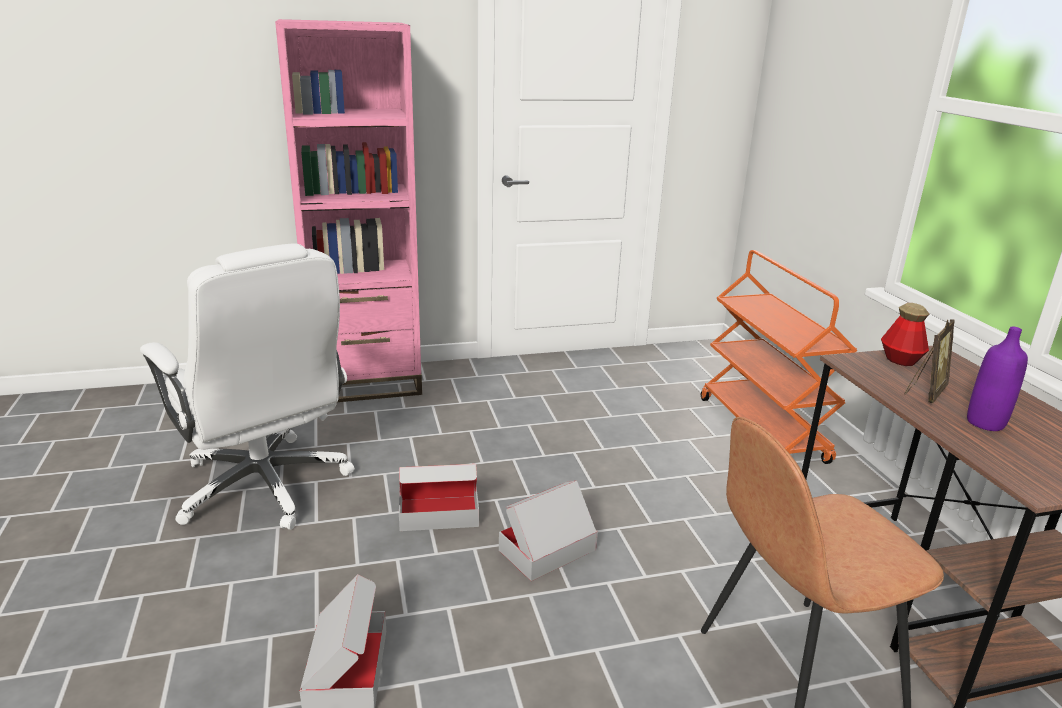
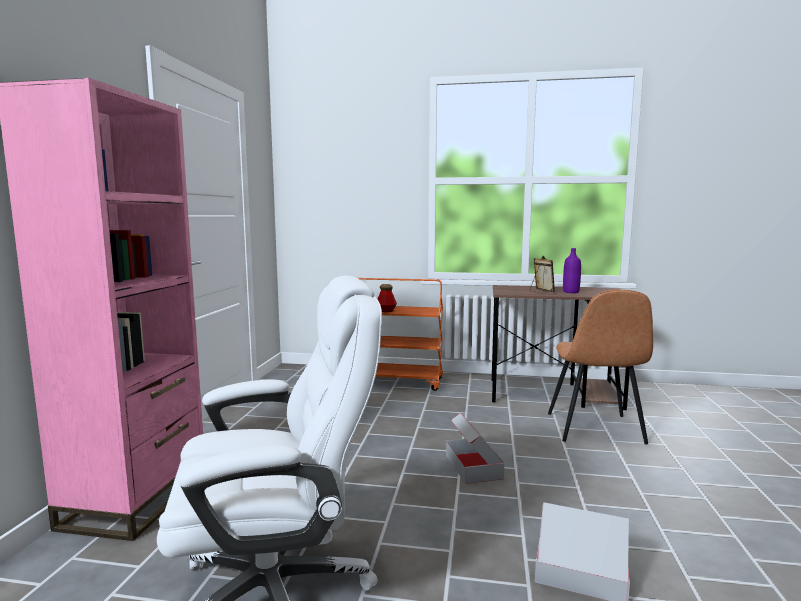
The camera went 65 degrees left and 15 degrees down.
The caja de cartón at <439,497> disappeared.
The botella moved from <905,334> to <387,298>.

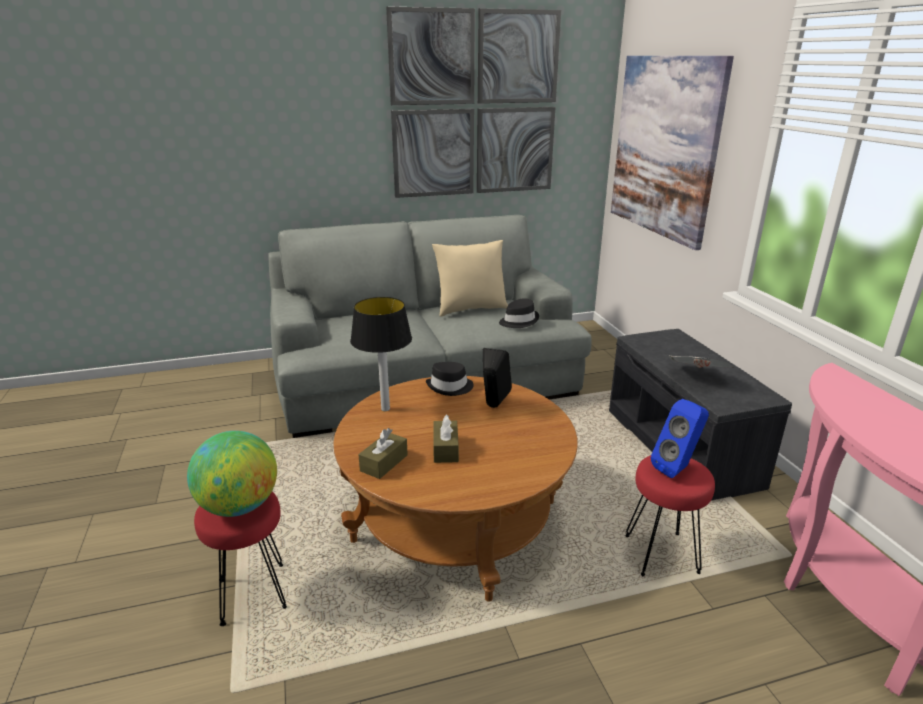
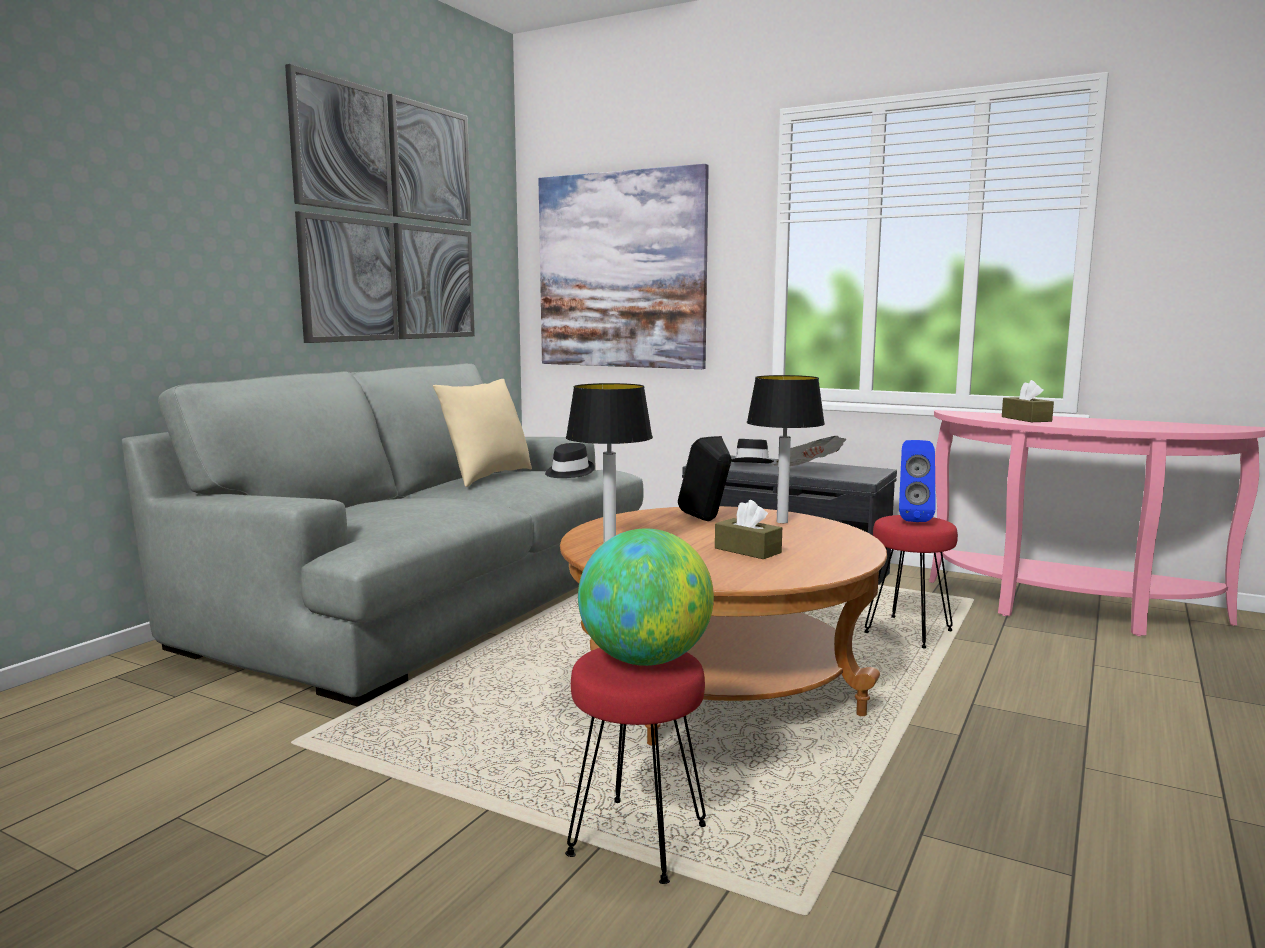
The camera went 45 degrees left and 15 degrees down.
The lámpara de mesa at <786,449> appeared.
The caja de pañuelos/marrón moved from <383,453> to <1028,401>.
The sombrero/negro moved from <450,379> to <752,451>.

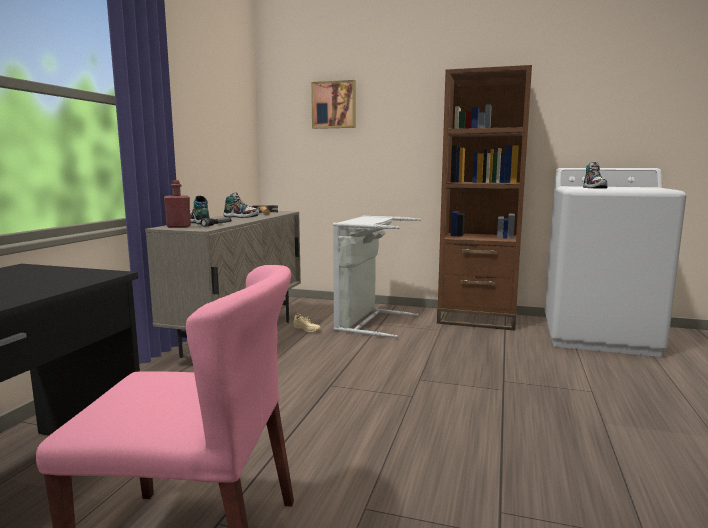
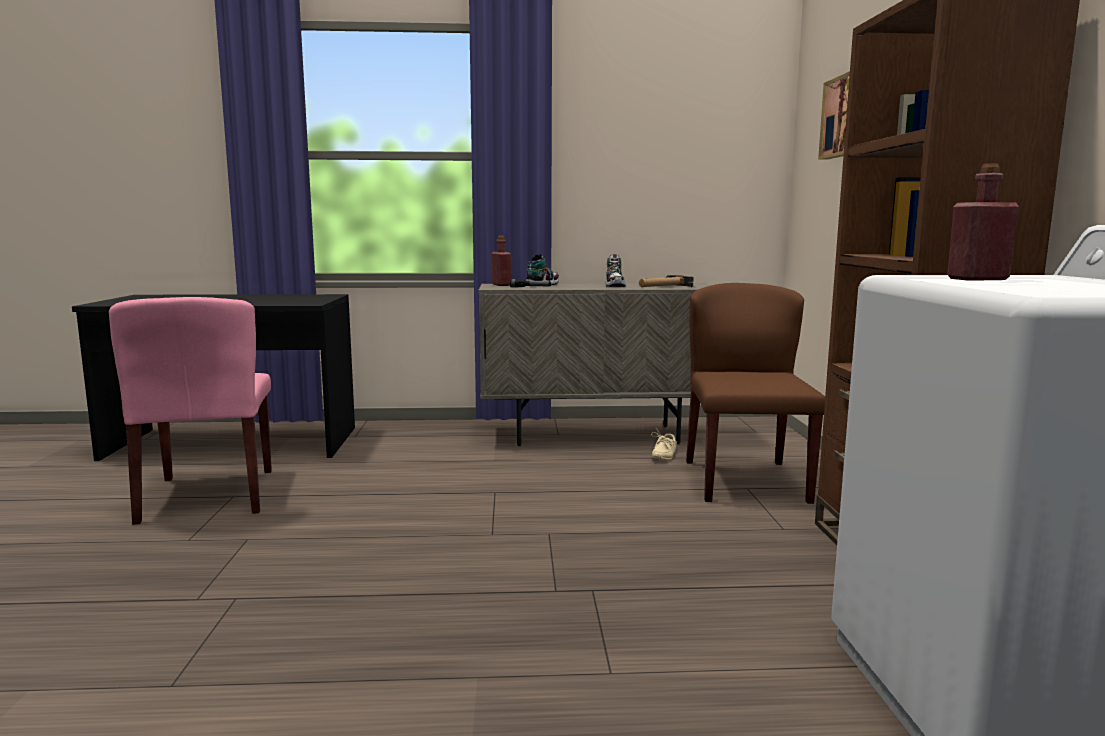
The camera went 70 degrees right and 0 degrees up.
The cesto de la ropa/gris at <377,277> was replaced by the silla/marrón at <755,393>.
The zapato at <595,175> was replaced by the botella/rojo at <983,222>.

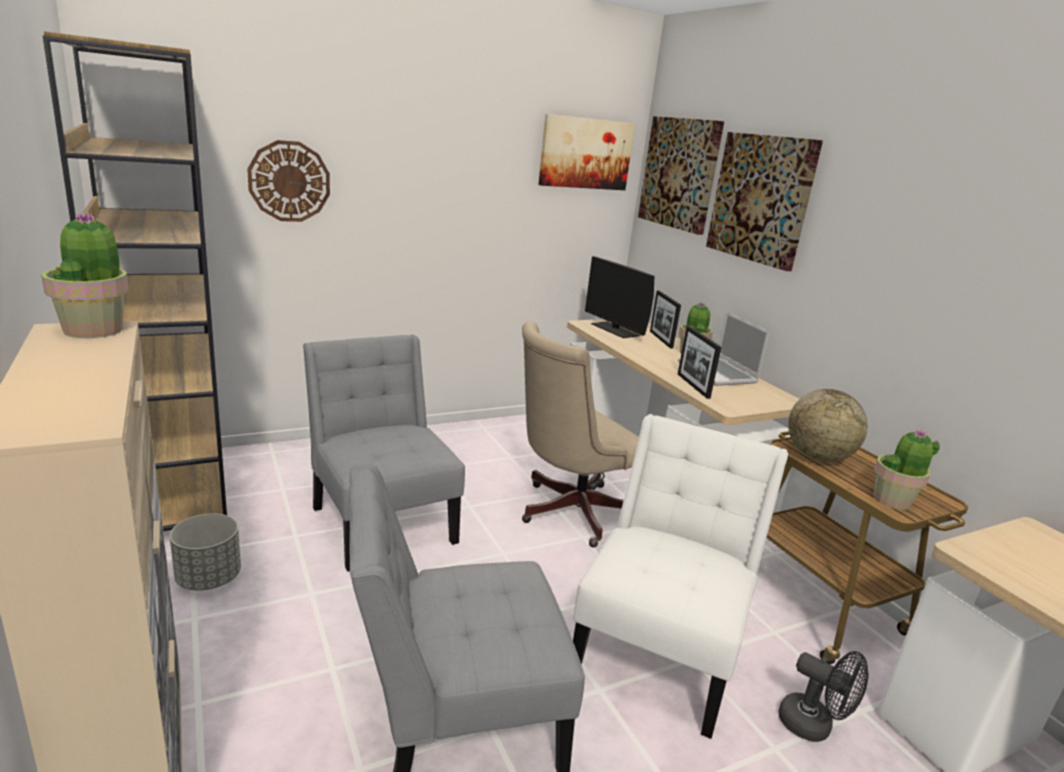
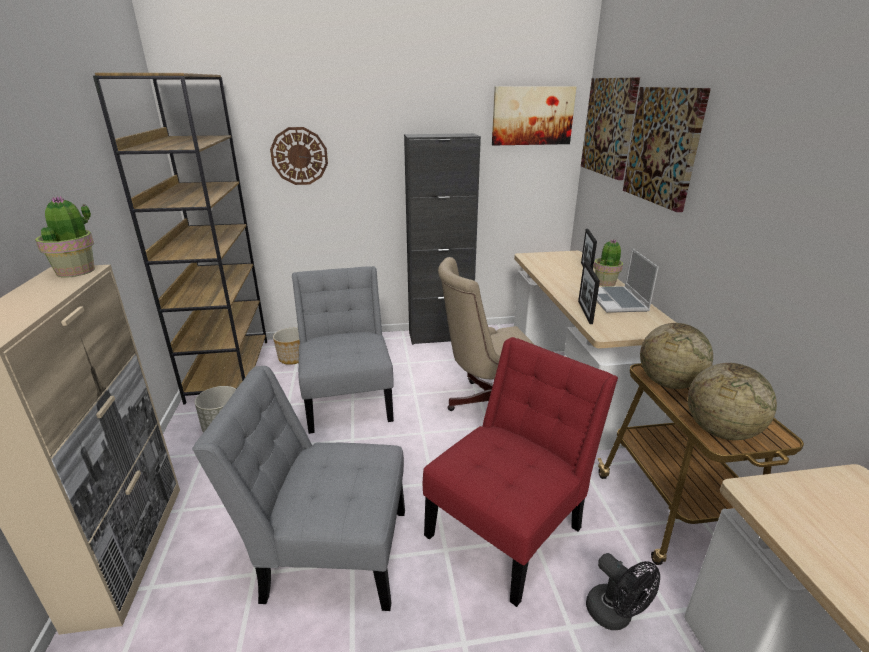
The camera went 20 degrees right and 5 degrees up.
The monitor at <619,297> disappeared.
The maceta at <286,346> appeared.
The armario/negro at <442,239> appeared.
The planta en maceta at <906,469> was replaced by the globo terráqueo at <732,401>.
The silla/blanco at <680,576> became the silla/rojo at <520,472>.

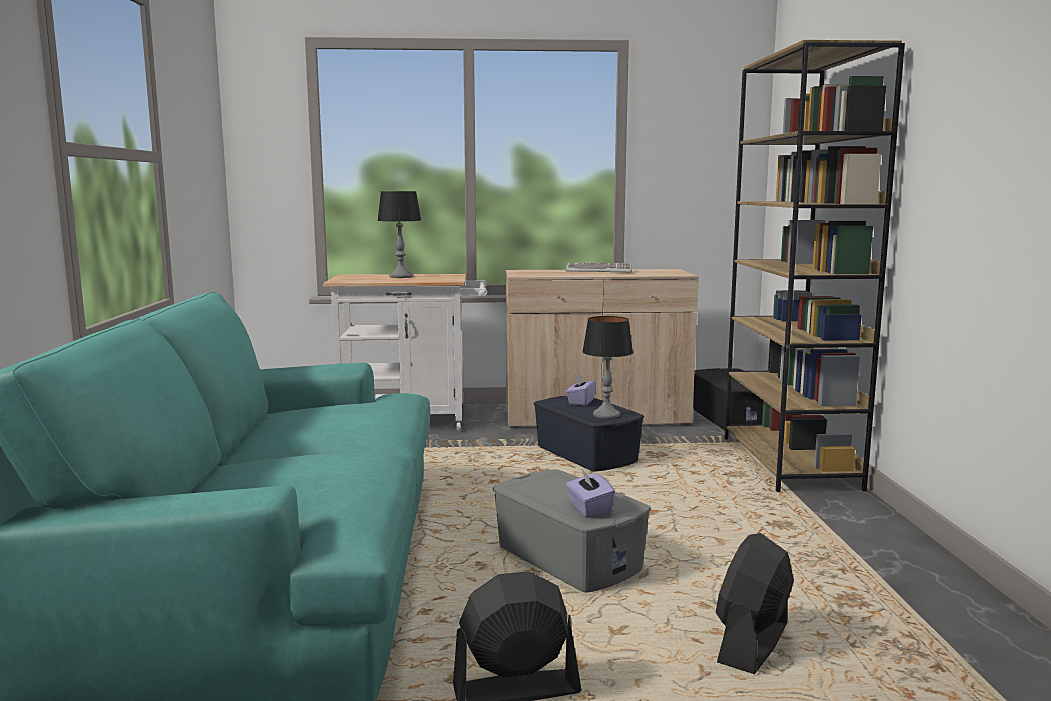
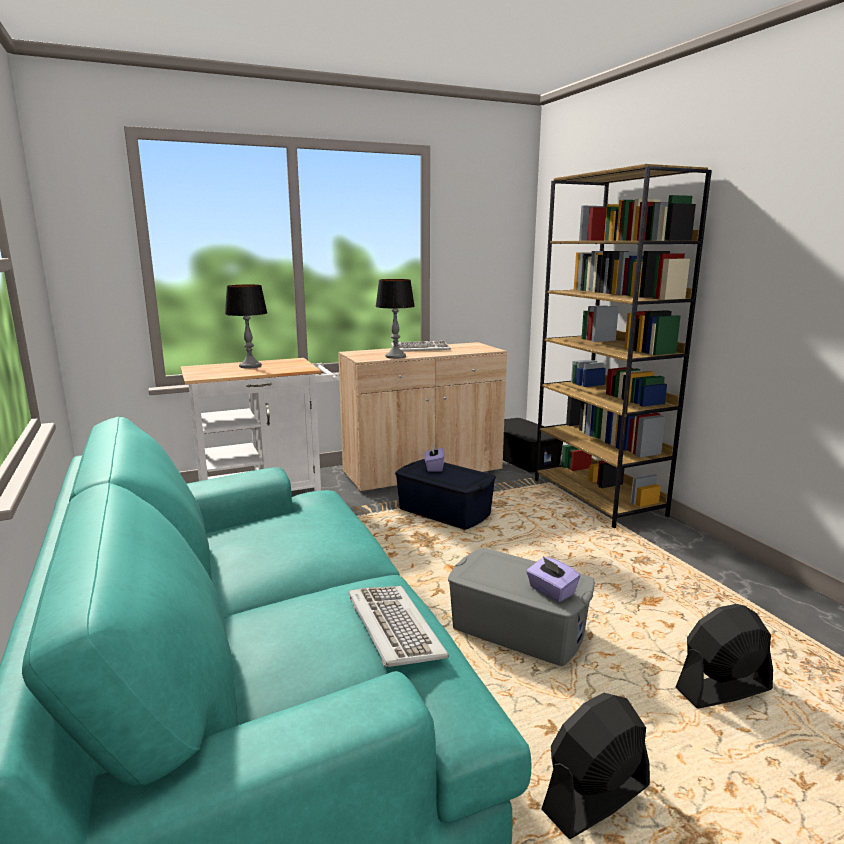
The camera went 20 degrees left and 5 degrees up.
The teclado at <398,626> appeared.
The lámpara de mesa moved from <607,367> to <395,319>.
The ventilador/negro at <755,603> turned 60 degrees clockwise.

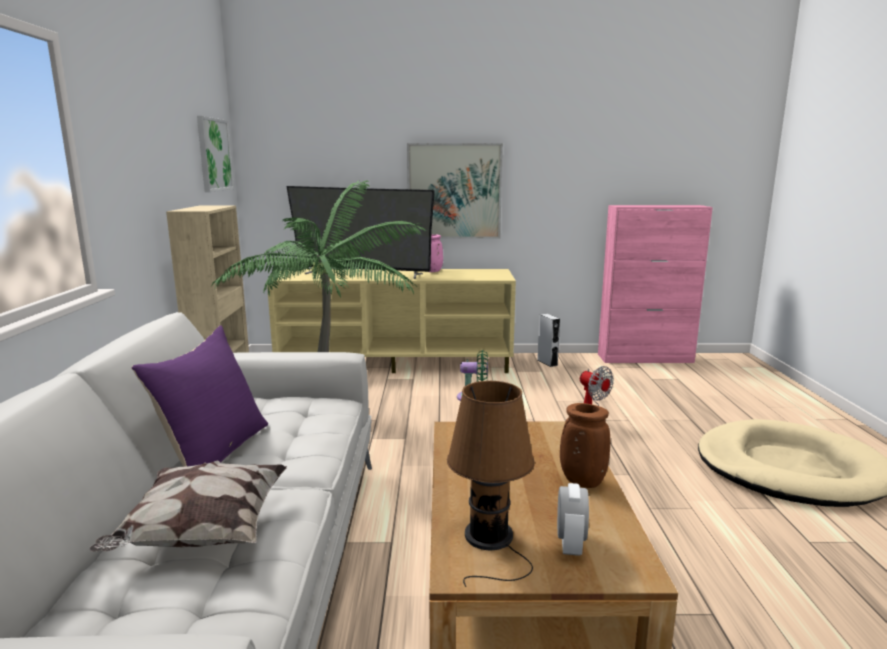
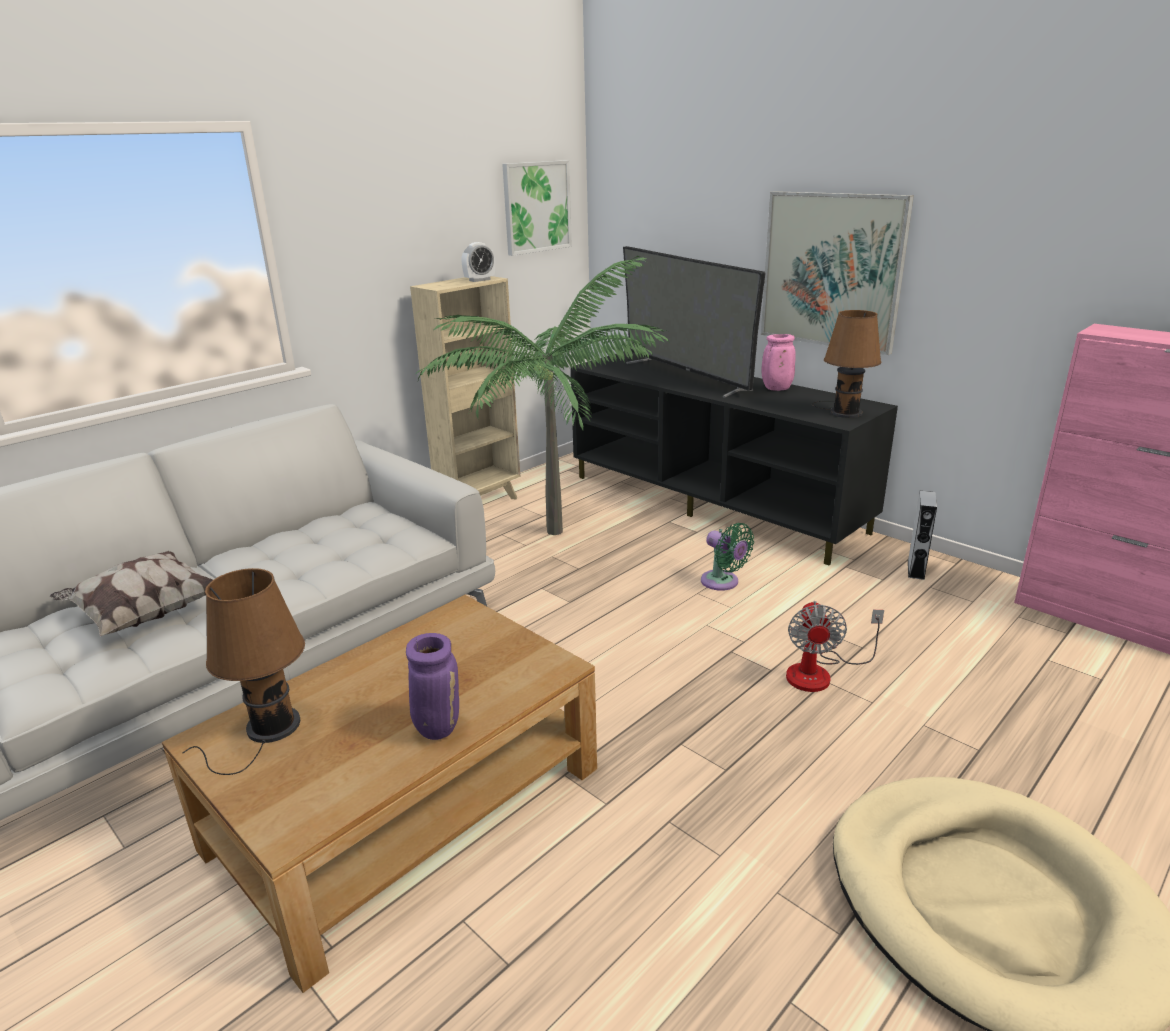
The camera went 45 degrees right and 10 degrees up.
The cojín/morado at <199,396> disappeared.
The lámpara de mesa/marrón at <846,364> appeared.
The despertador moved from <573,519> to <478,262>.
The mueble de televisión/beis at <391,321> became the mueble de televisión/negro at <734,458>.
The florero/marrón at <585,445> became the florero/morado at <432,686>.

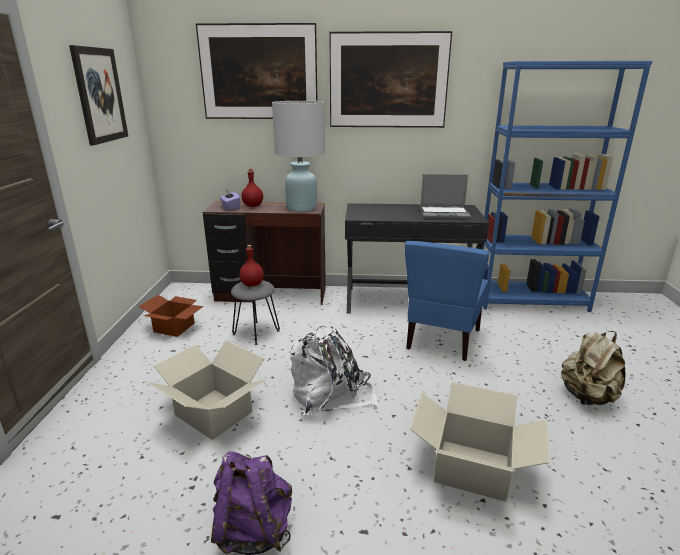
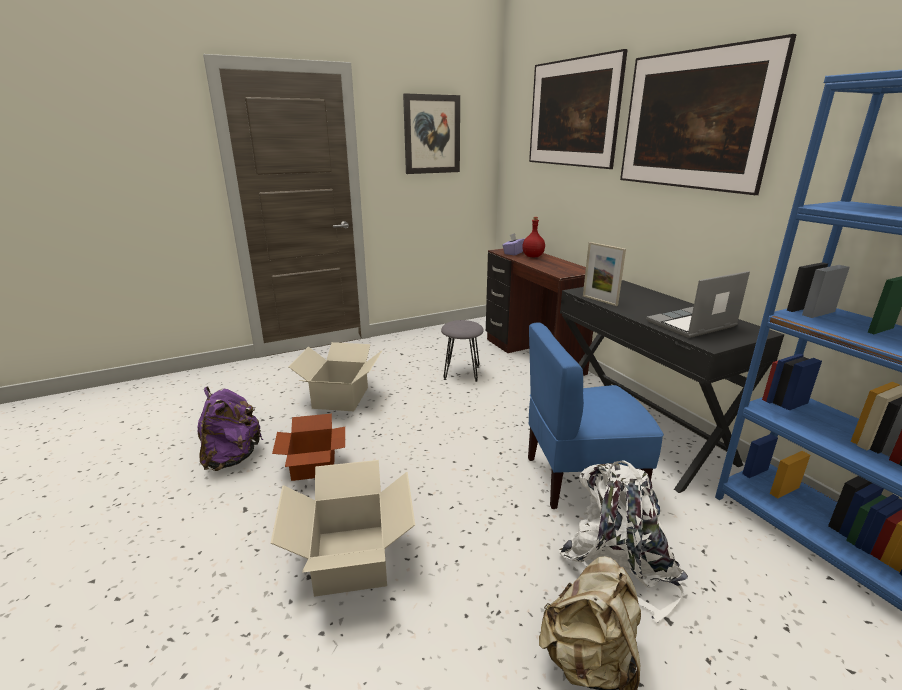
The camera went 60 degrees right and 0 degrees up.
The botella/rojo at <251,266> disappeared.
The lámpara de mesa/blanco at <298,156> disappeared.
The portarretratos at <604,274> appeared.
The caja de cartón moved from <171,316> to <308,447>.
The mochila/blanco moved from <334,370> to <623,541>.
The portátil at <445,196> turned 90 degrees clockwise.

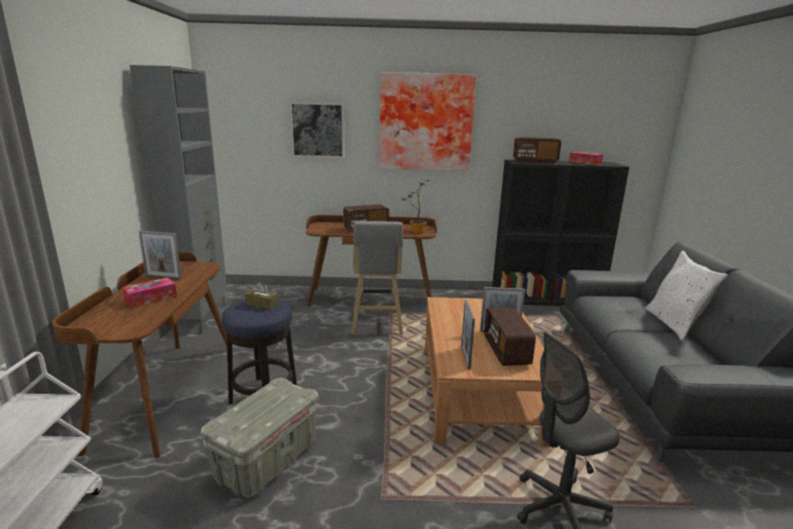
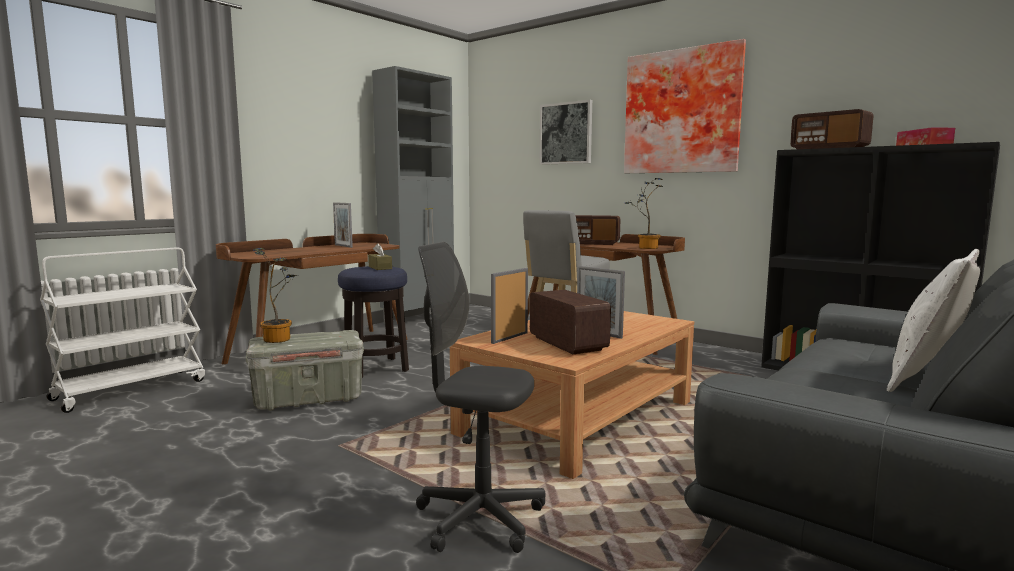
The camera went 40 degrees right and 10 degrees down.
The caja de pañuelos at <149,292> disappeared.
The planta en maceta at <276,295> appeared.
The radio at <510,336> turned 120 degrees clockwise.

